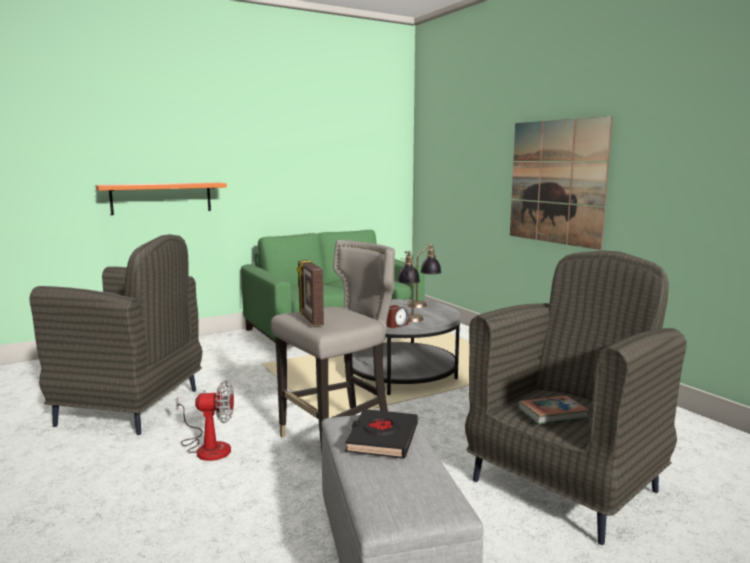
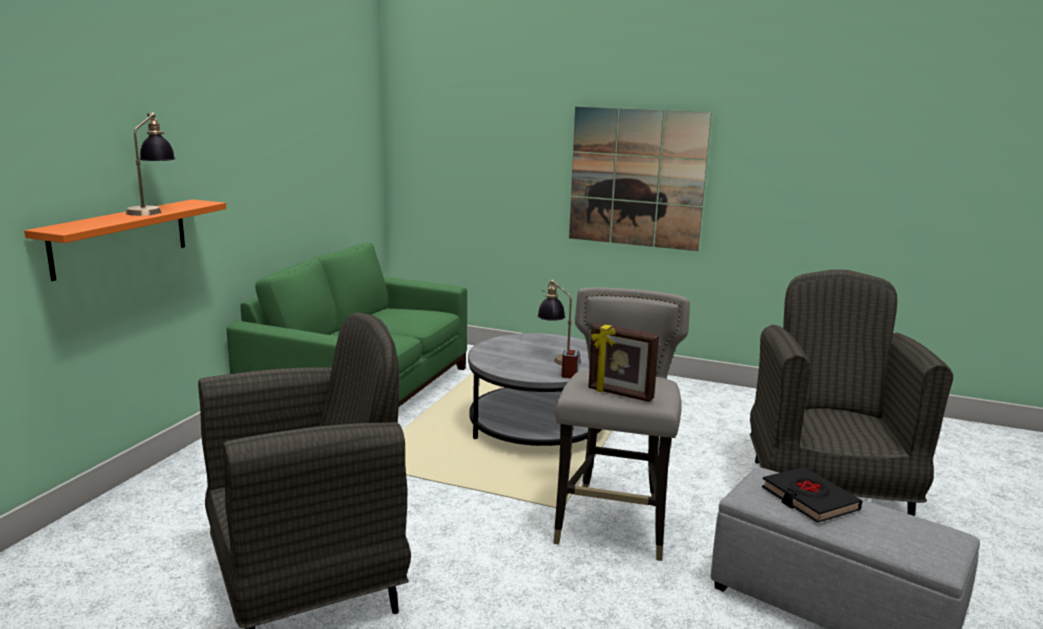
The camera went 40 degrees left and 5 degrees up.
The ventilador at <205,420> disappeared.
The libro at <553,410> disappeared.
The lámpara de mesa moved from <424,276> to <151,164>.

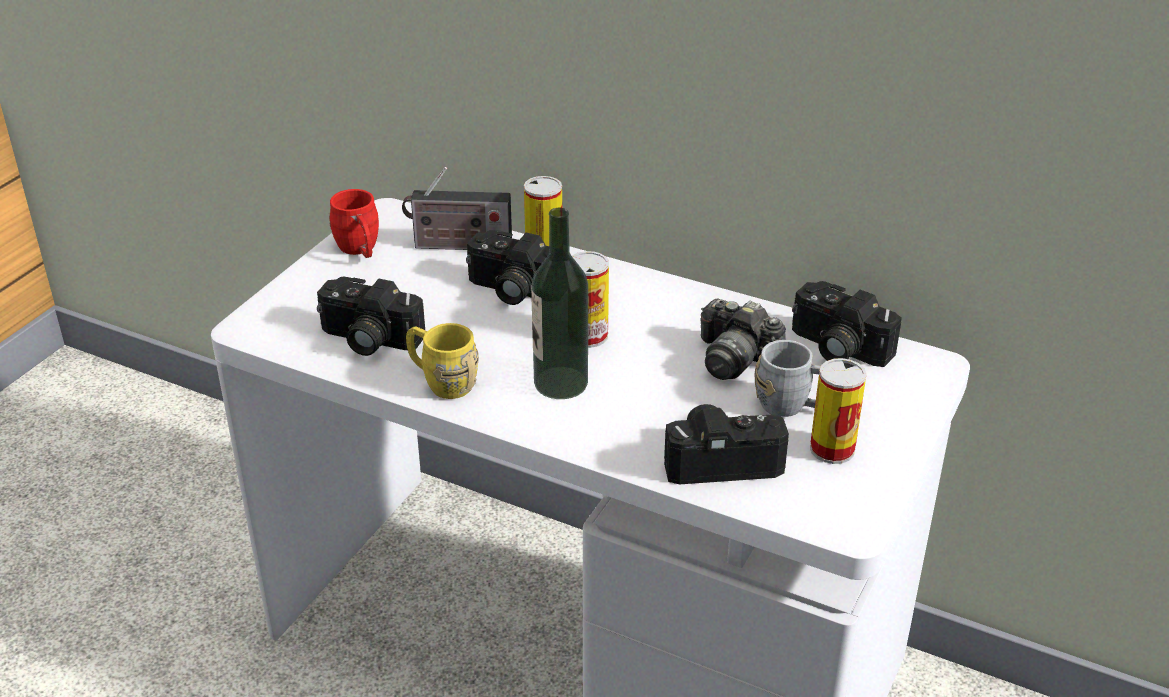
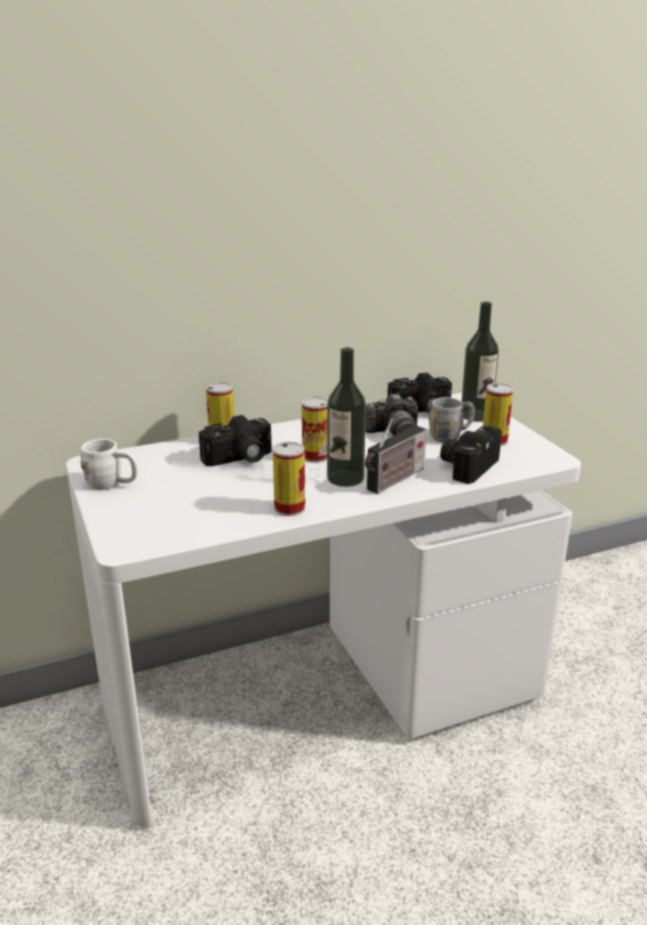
The camera went 50 degrees left and 10 degrees down.
The cámara at <371,316> disappeared.
The botella at <480,361> appeared.
The radio moved from <457,208> to <395,456>.
The taza grande/amarillo at <442,361> was replaced by the lata at <289,479>.
The taza grande/rojo at <354,223> became the taza grande/blanco at <109,464>.

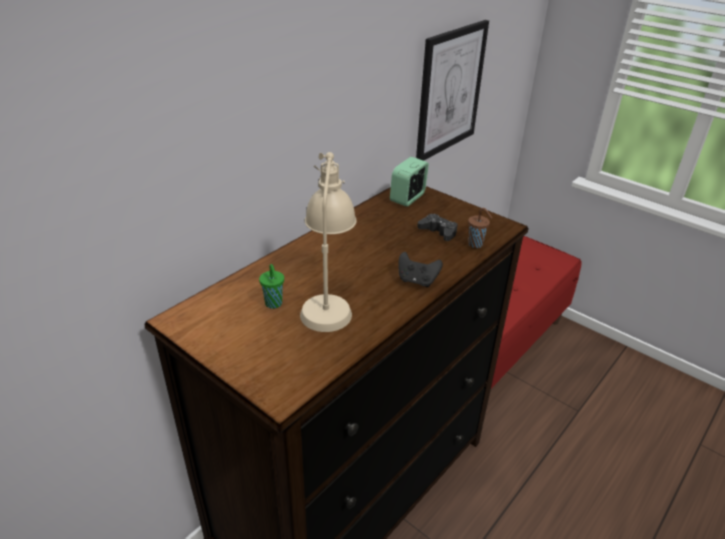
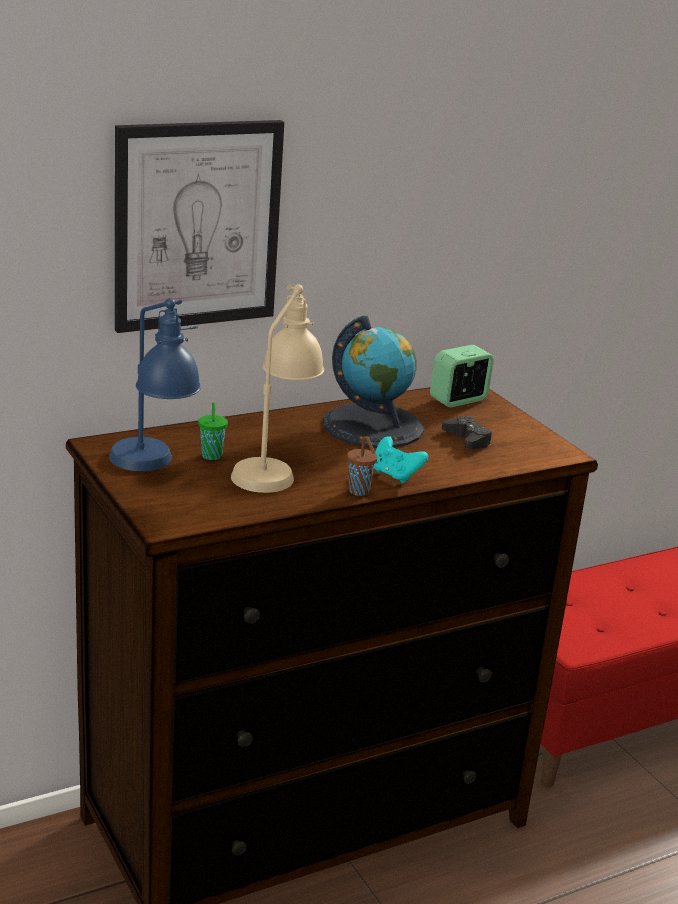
The camera went 20 degrees right and 10 degrees down.
The lámpara de mesa/azul at <155,384> appeared.
The globo terráqueo at <373,382> appeared.
The cuadro moved from <452,90> to <199,226>.
The taza/marrón moved from <480,228> to <362,466>.
The mando de consola/negro at <420,269> became the mando de consola/turquesa at <401,459>.

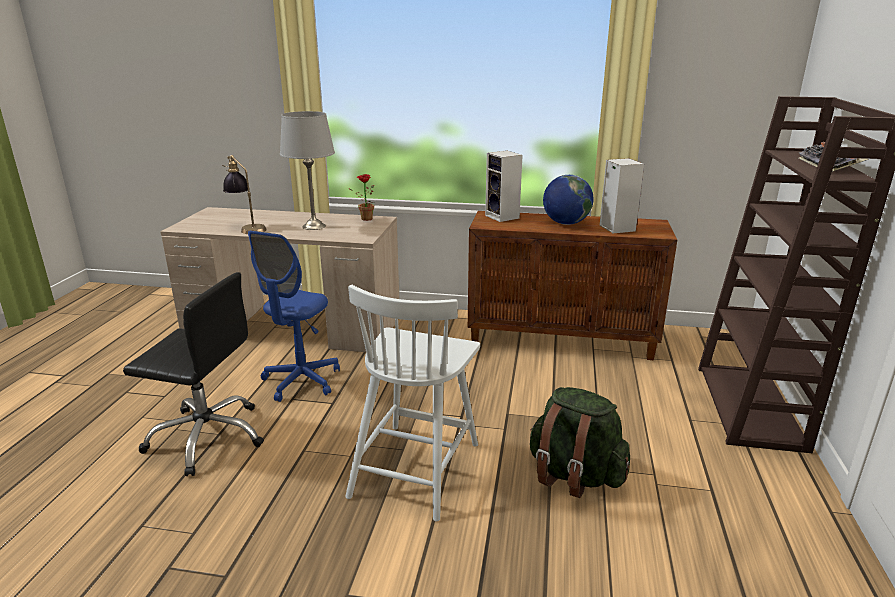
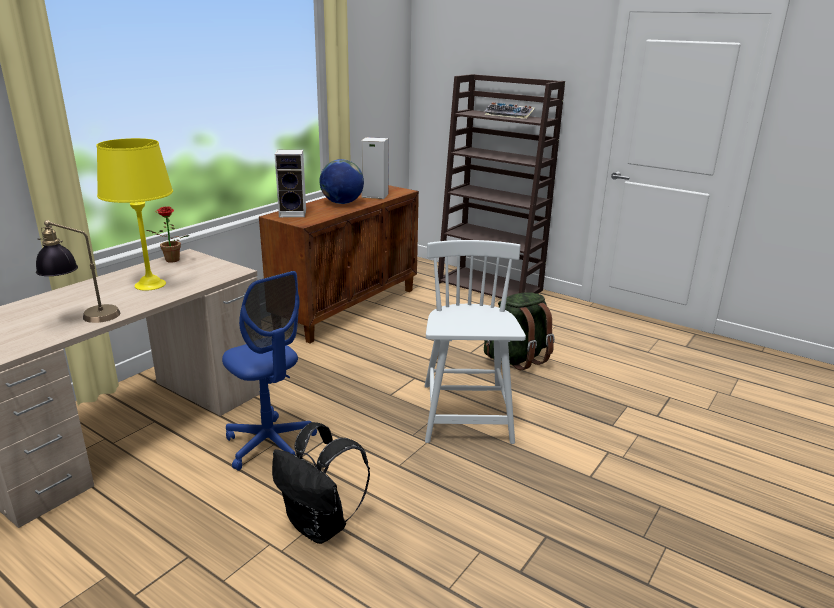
The camera went 65 degrees left and 0 degrees up.
The silla de oficina/negro at <193,374> was replaced by the mochila/negro at <321,483>.
The lámpara de mesa/gris at <307,170> became the lámpara de mesa/amarillo at <135,214>.
The silla/blanco at <412,403> turned 135 degrees counterclockwise.

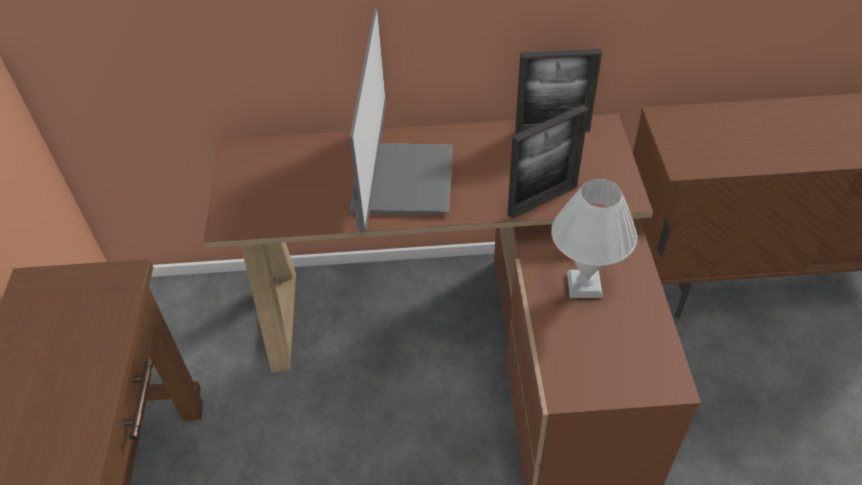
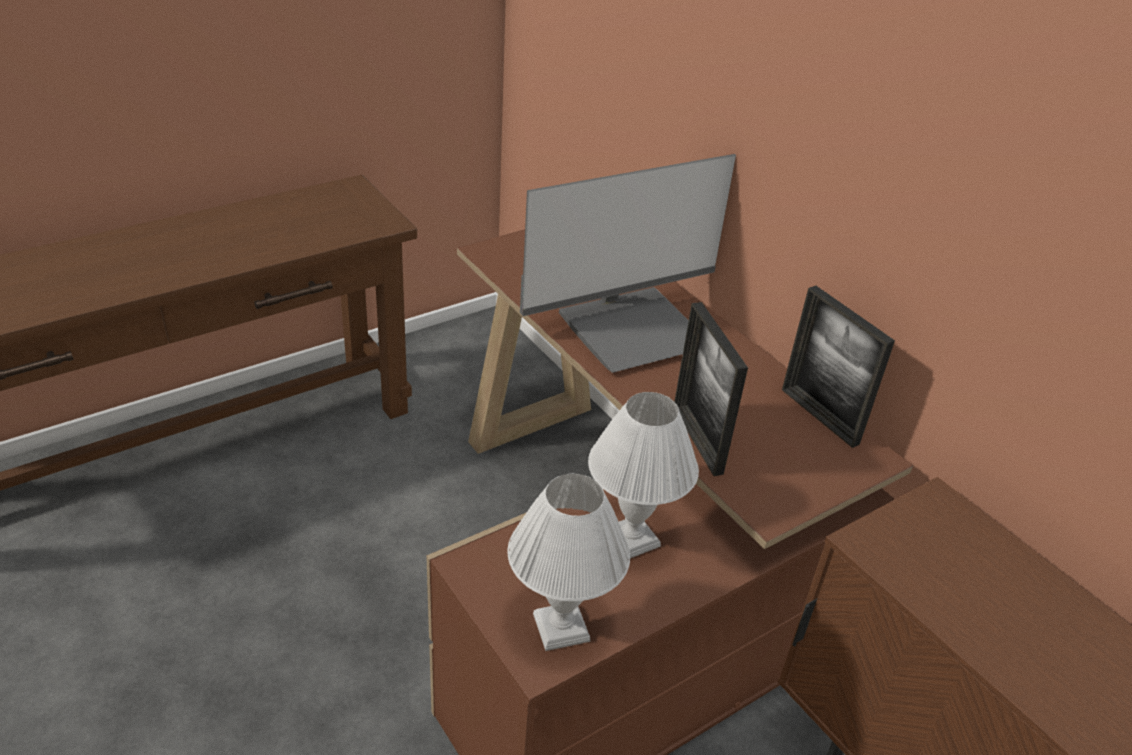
The camera went 55 degrees right and 10 degrees down.
The lámpara de mesa/blanco at <568,562> appeared.
The portarretratos at <548,162> turned 45 degrees clockwise.

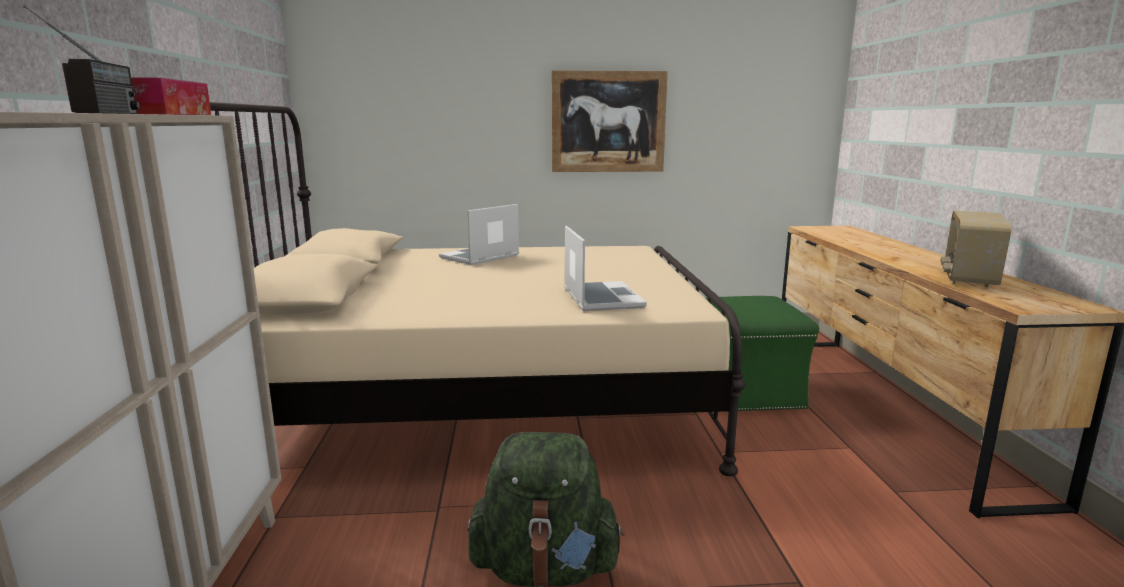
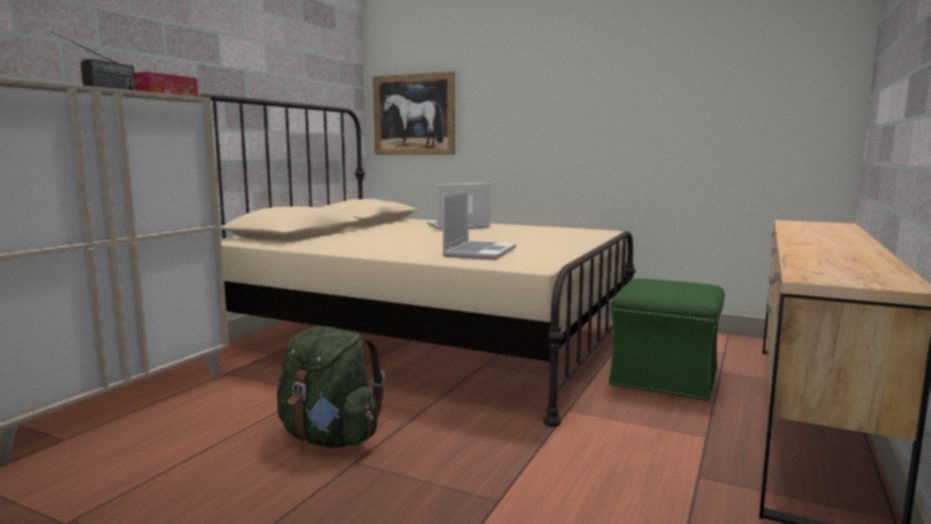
The camera went 30 degrees right and 5 degrees down.
The radio at <976,249> disappeared.
The cuadro moved from <610,121> to <414,113>.

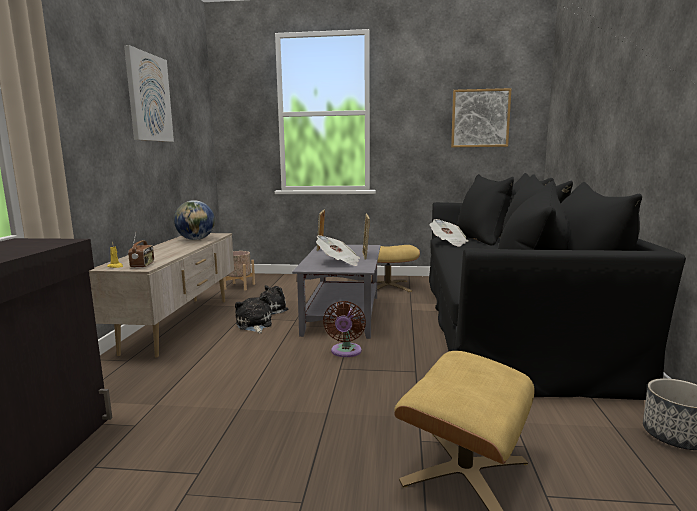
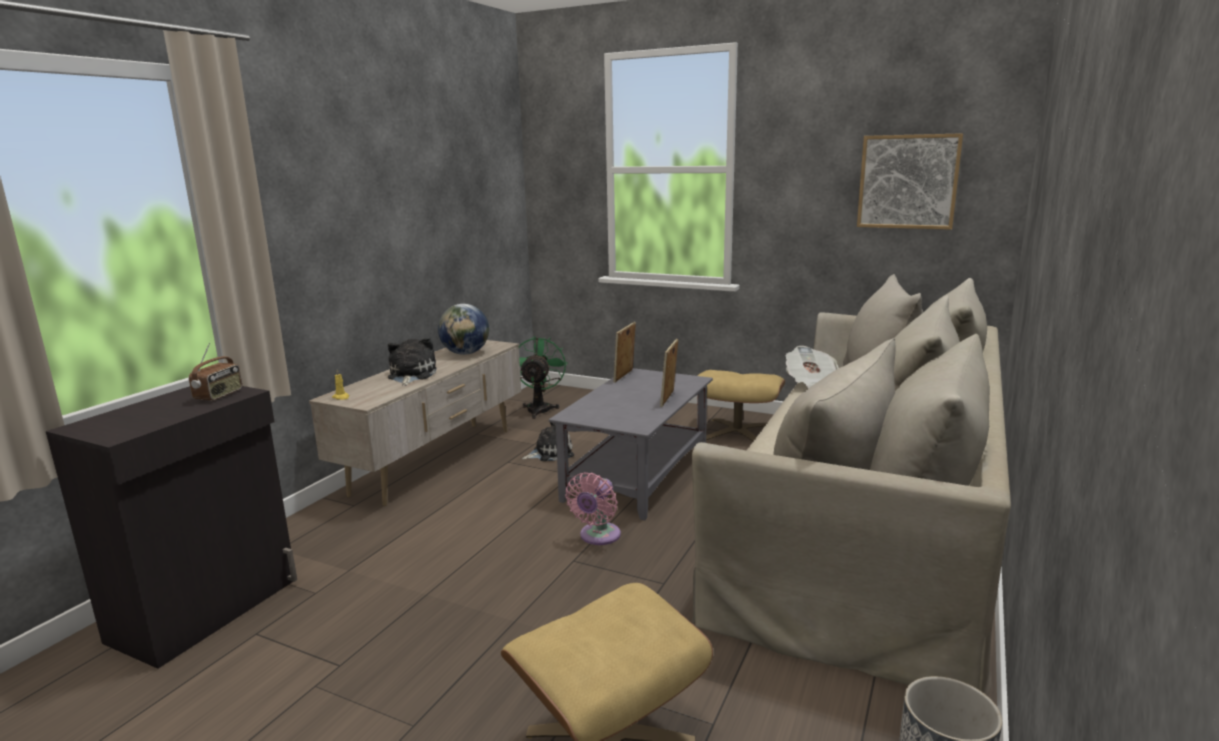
The camera went 20 degrees right and 5 degrees up.
The cuadro at <149,93> disappeared.
The periódico at <338,250> disappeared.
The radio moved from <141,249> to <215,372>.
The peluche moved from <253,314> to <412,362>.
The maceta/beis at <239,271> was replaced by the ventilador/verde at <543,377>.
The ventilador/marrón at <344,329> became the ventilador/rosa at <593,509>.
The sofá/negro at <557,286> became the sofá/beis at <851,485>.

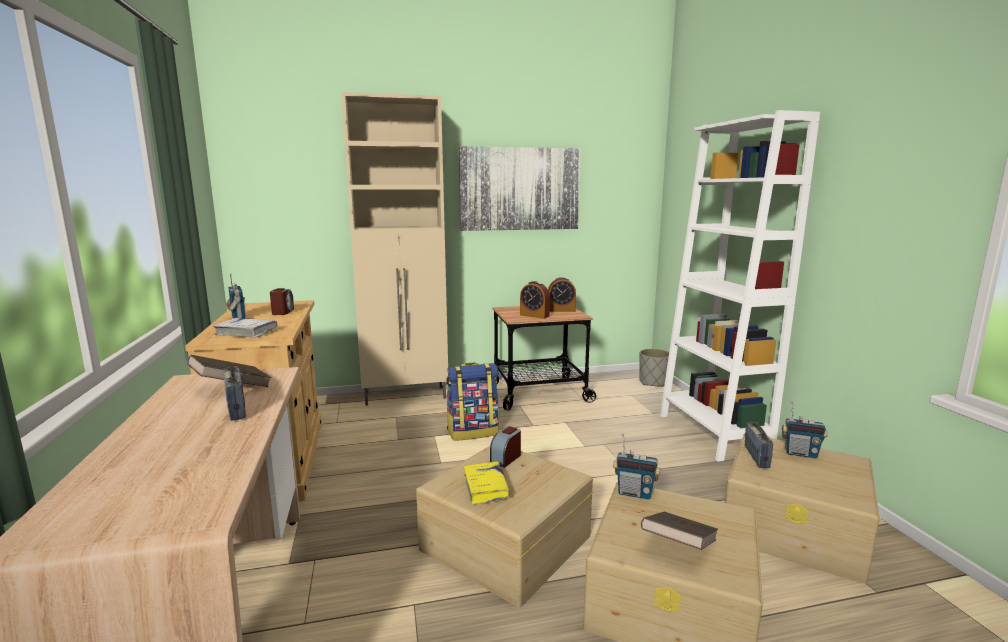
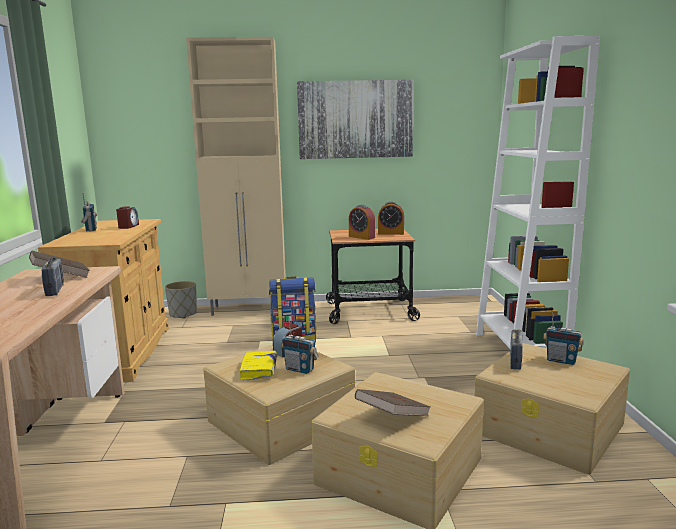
The camera went 10 degrees right and 0 degrees up.
The libro/blanco at <245,328> disappeared.
The radio moved from <636,467> to <300,346>.
The maceta/gris moved from <654,368> to <181,299>.

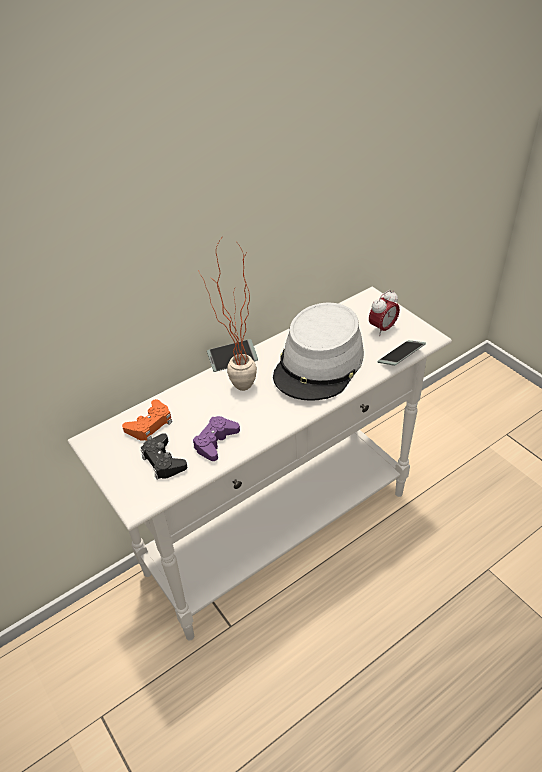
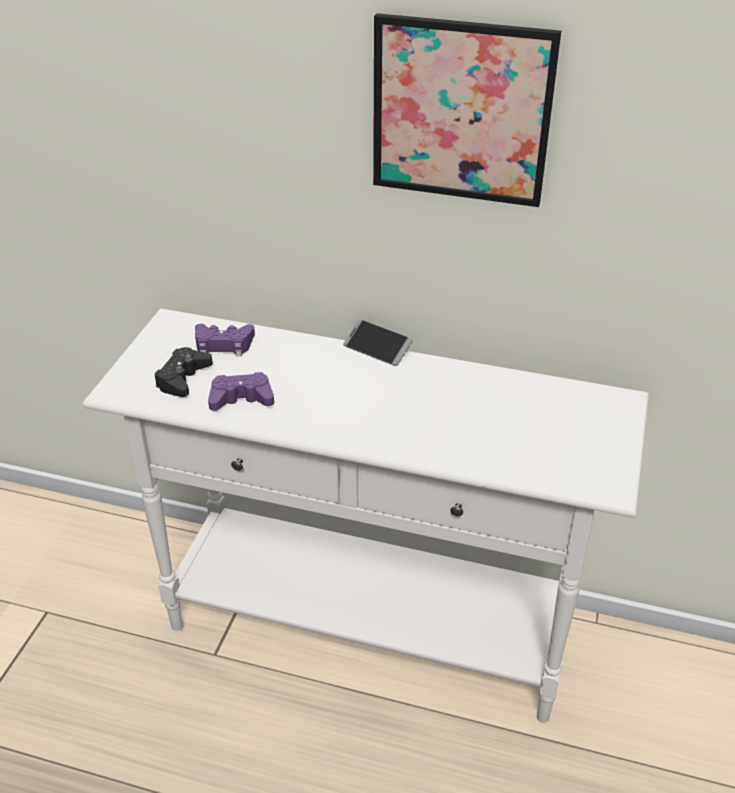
The camera went 50 degrees right and 5 degrees down.
The planta en maceta at <227,315> disappeared.
The sombrero/gris at <318,352> disappeared.
The despertador at <384,313> disappeared.
The móvil at <401,353> disappeared.
The cuadro at <467,110> appeared.
The mando de consola/naranja at <147,420> became the mando de consola/morado at <225,340>.

